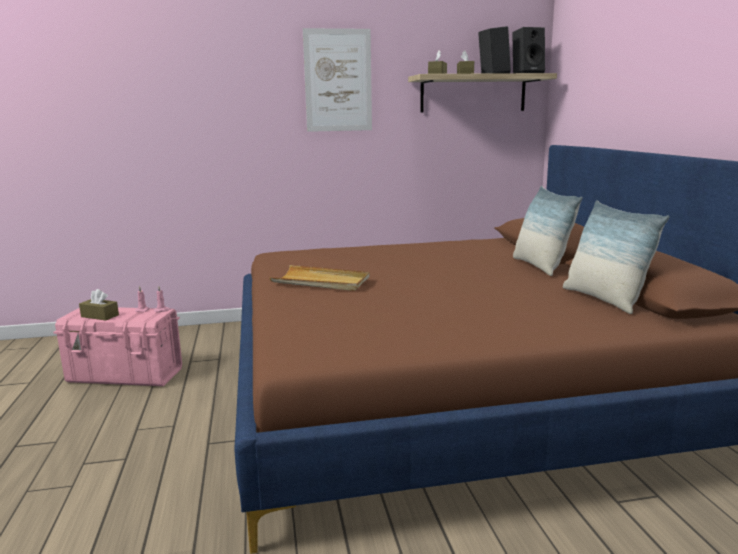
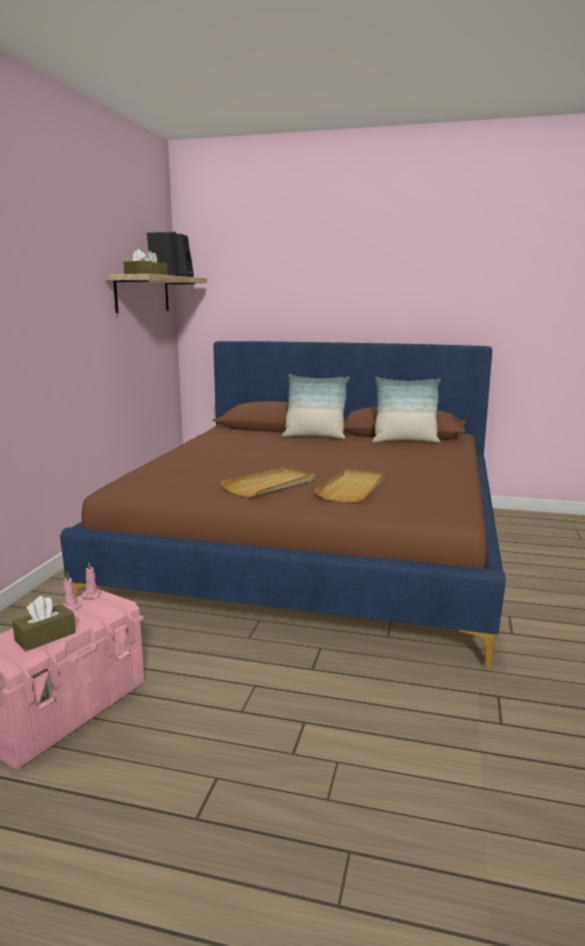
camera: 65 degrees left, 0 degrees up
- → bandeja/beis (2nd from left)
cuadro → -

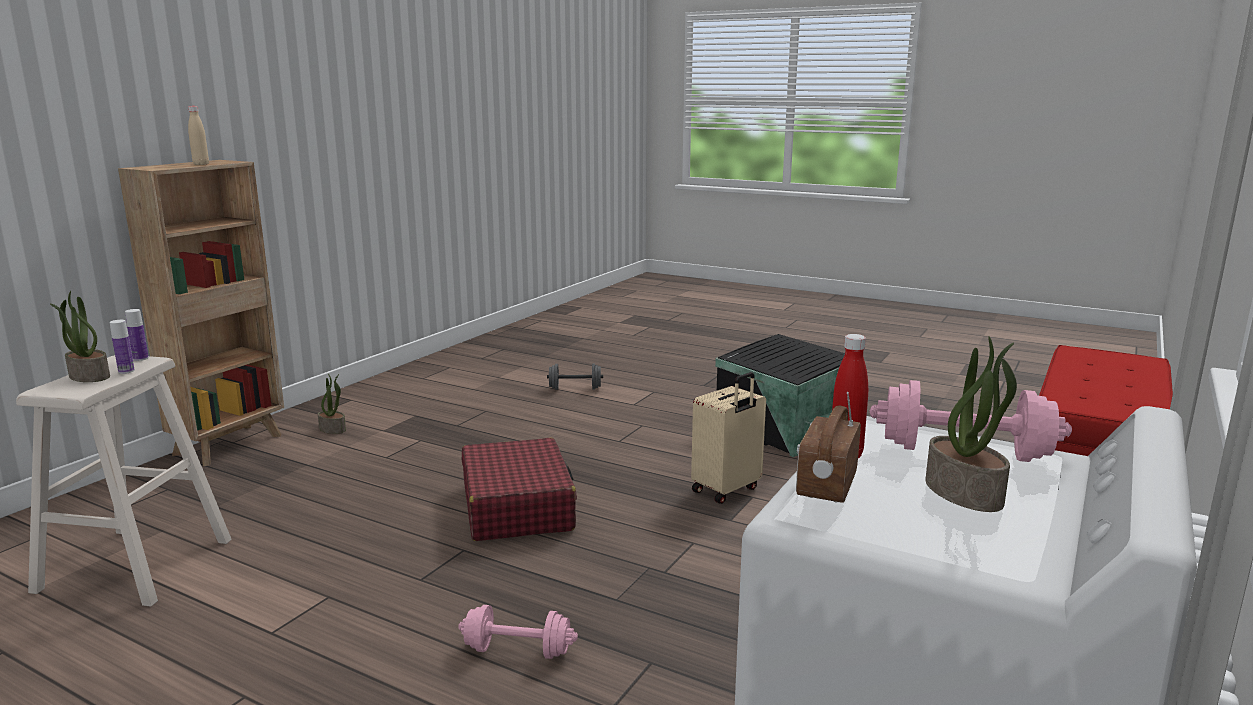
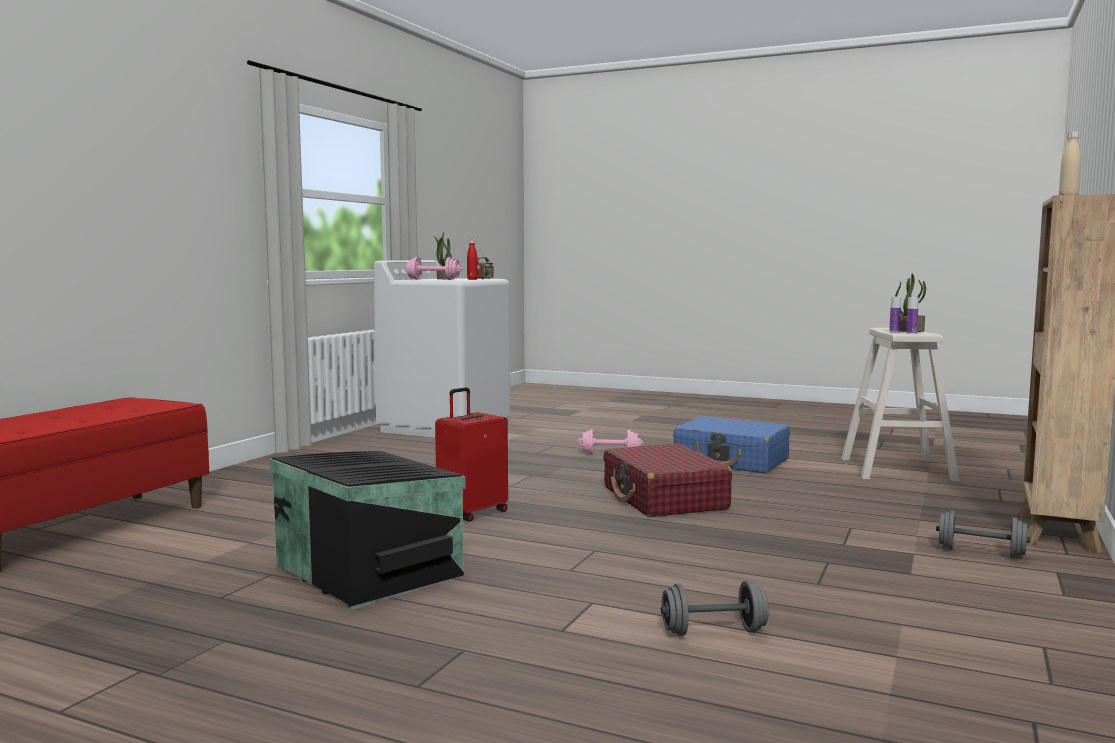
camera: 175 degrees right, 10 degrees down
maleta/beis → maleta/rojo (1st from left)
- → maleta/azul
planta en maceta (2nd from left) → mancuerna/gris (2nd from left)

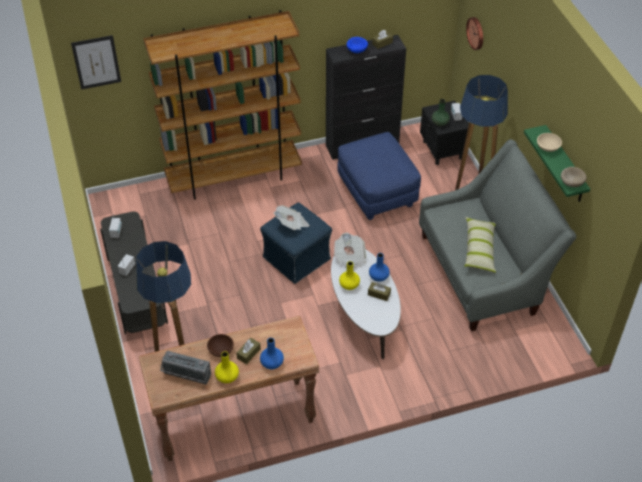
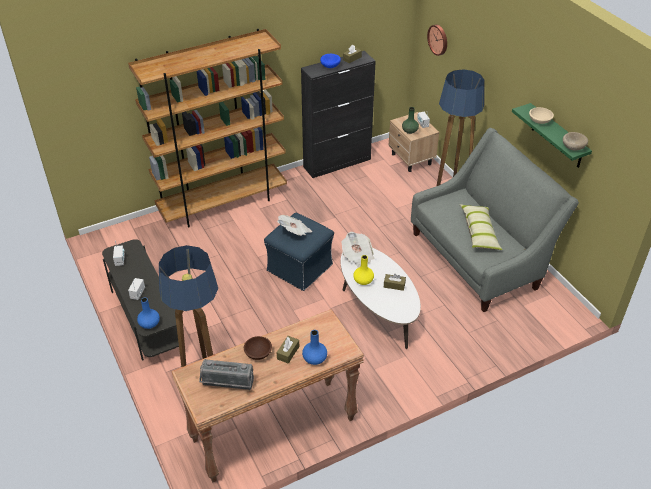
camera: 10 degrees left, 5 degrees down
florero/azul (2nd from left in the first image) → florero/azul (1st from left), move
mesita de noche/negro → mesita de noche/beis
cuadro → -
florero/amarillo (1st from left) → -
puf/azul (2nd from left) → -

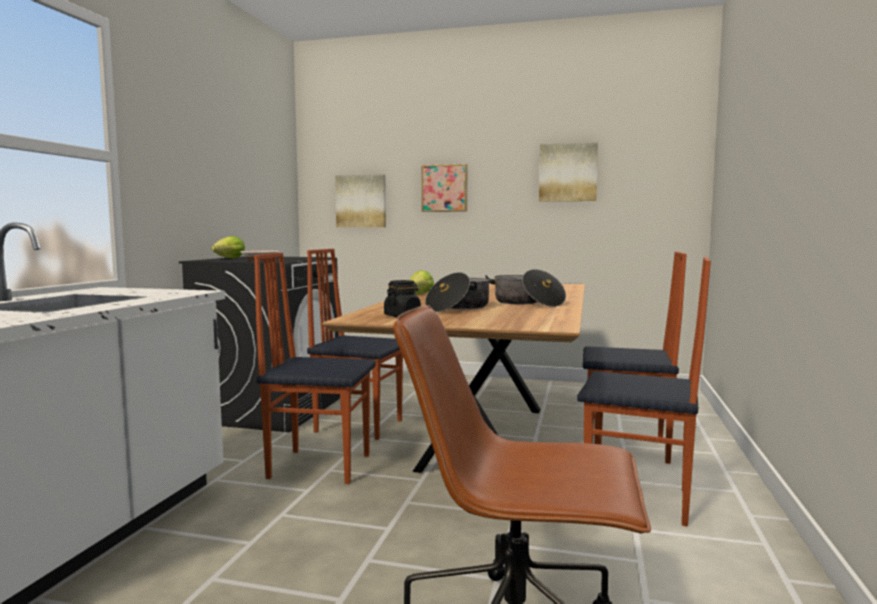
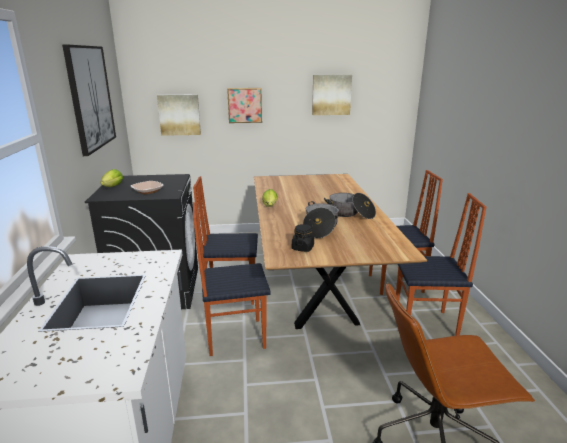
camera: 20 degrees left, 15 degrees up
- → cuadro (1st from left)

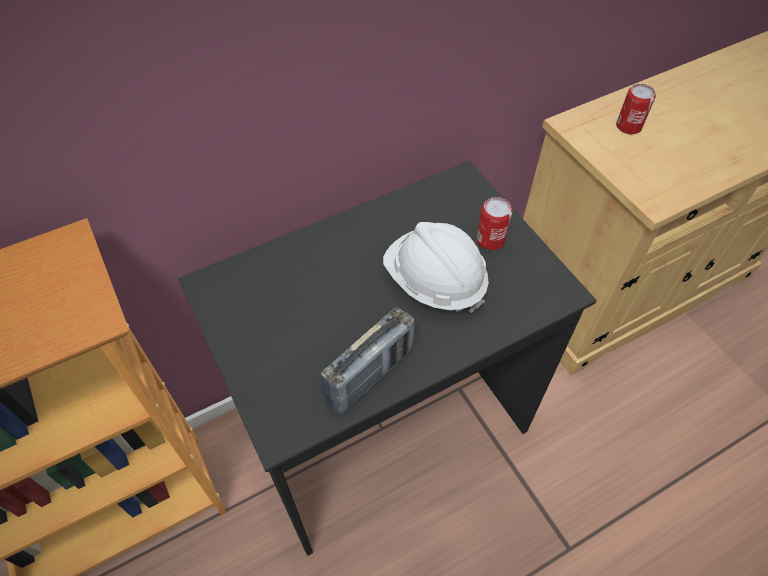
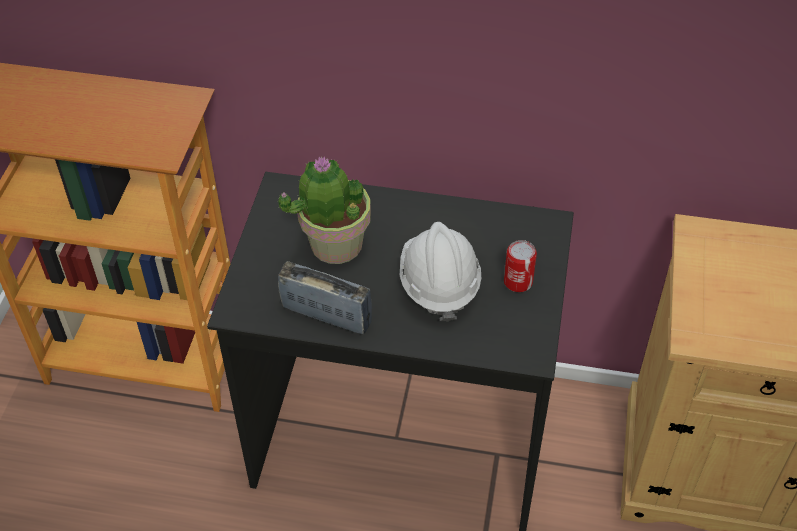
camera: 40 degrees right, 5 degrees down
- → planta en maceta
radio, 150 degrees counterclockwise
lata (2nd from left) → -

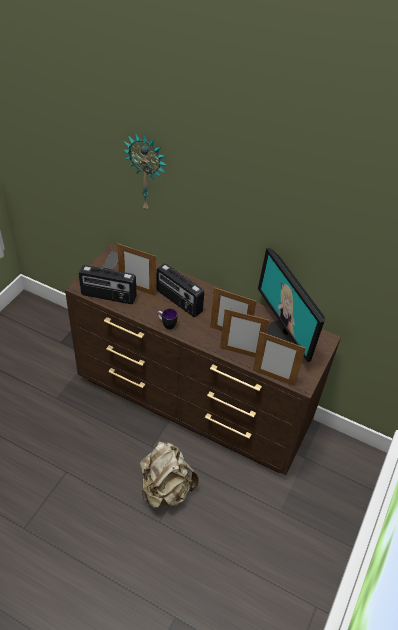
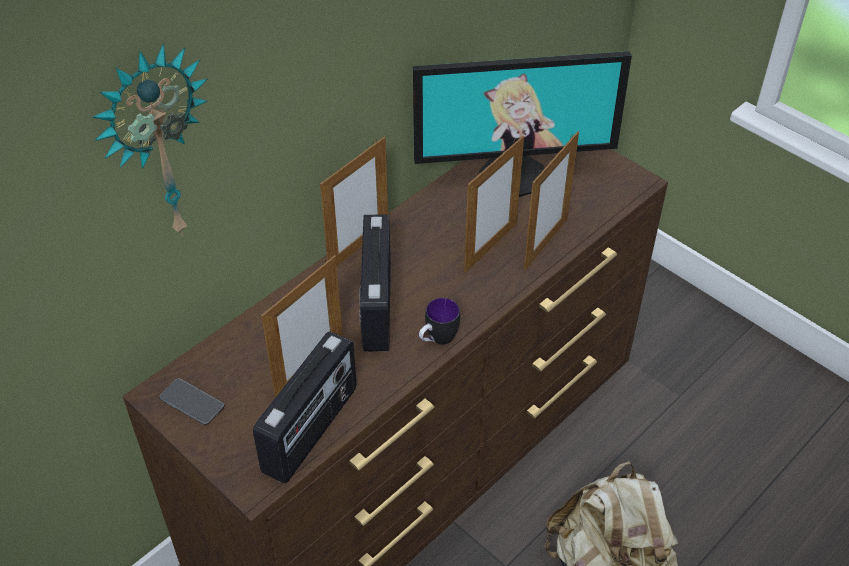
camera: 70 degrees left, 0 degrees up
portarretratos (4th from left in the first image) → portarretratos (2nd from left), move
radio (2nd from left), 120 degrees clockwise

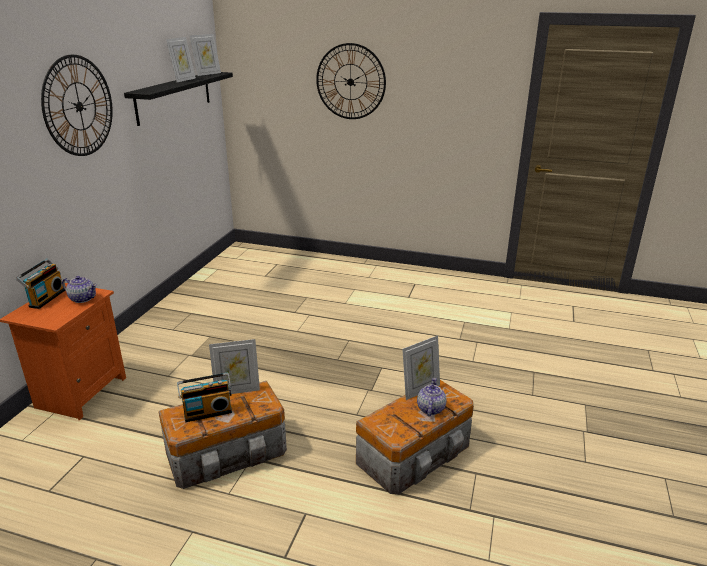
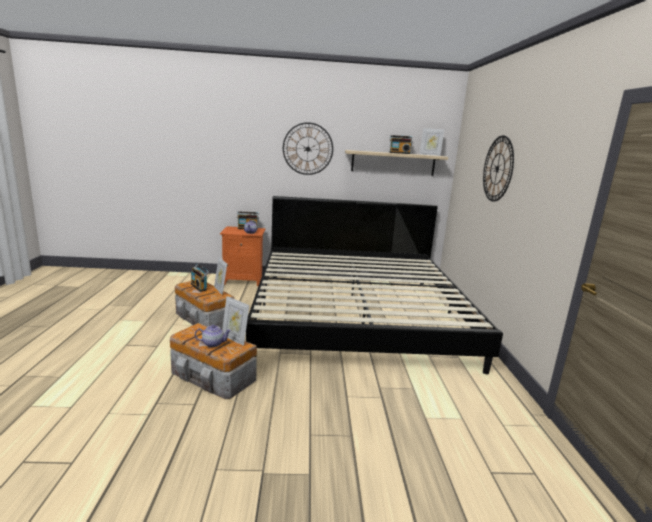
camera: 70 degrees right, 10 degrees down
- → cama
estante/negro → estante/beis
portarretratos (1st from left) → radio (3rd from left)

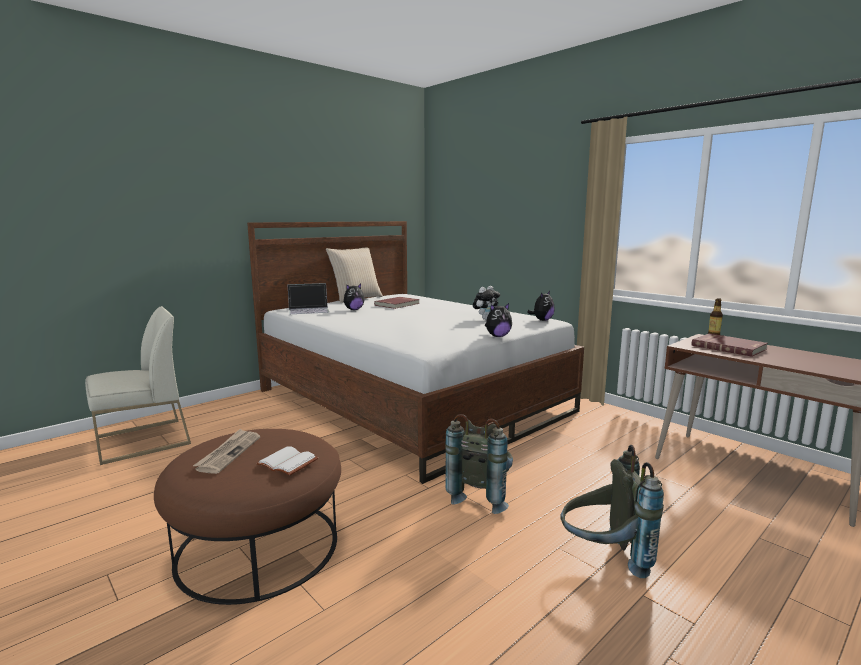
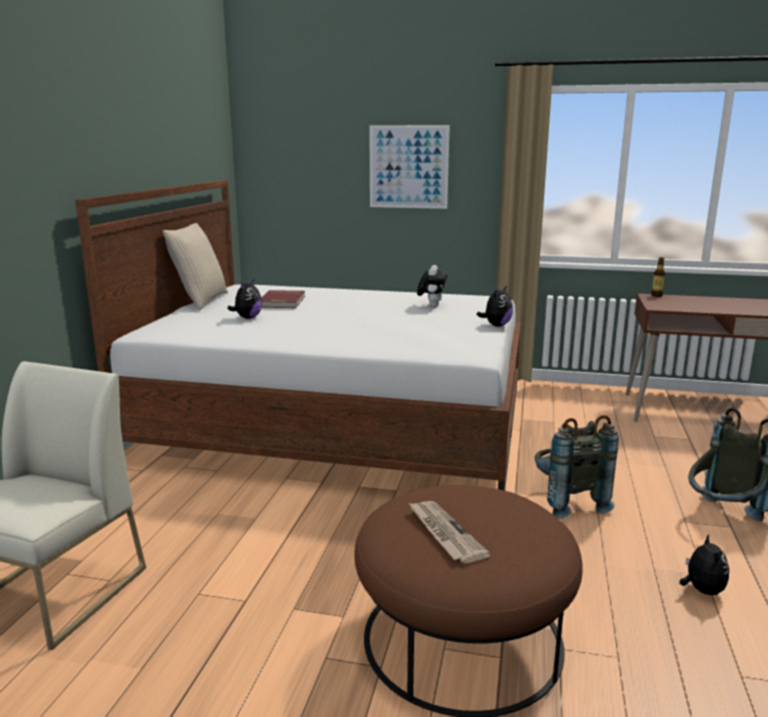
camera: 35 degrees left, 5 degrees up
- → cuadro
peluche (4th from left), move
libro/blanco → -
portátil → -
libro/rojo (2nd from left) → -

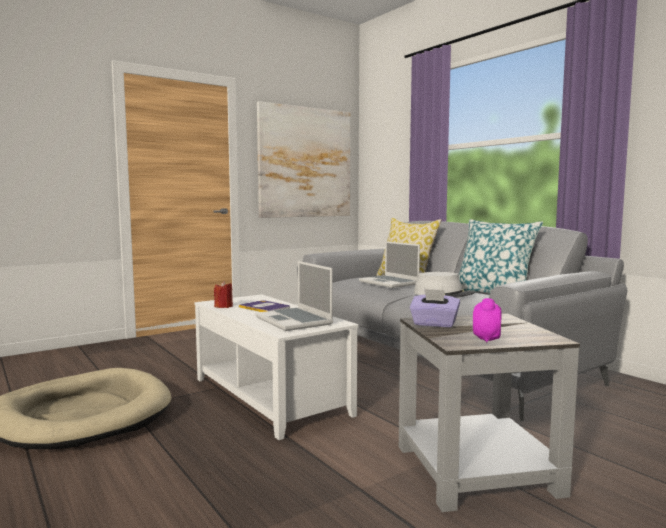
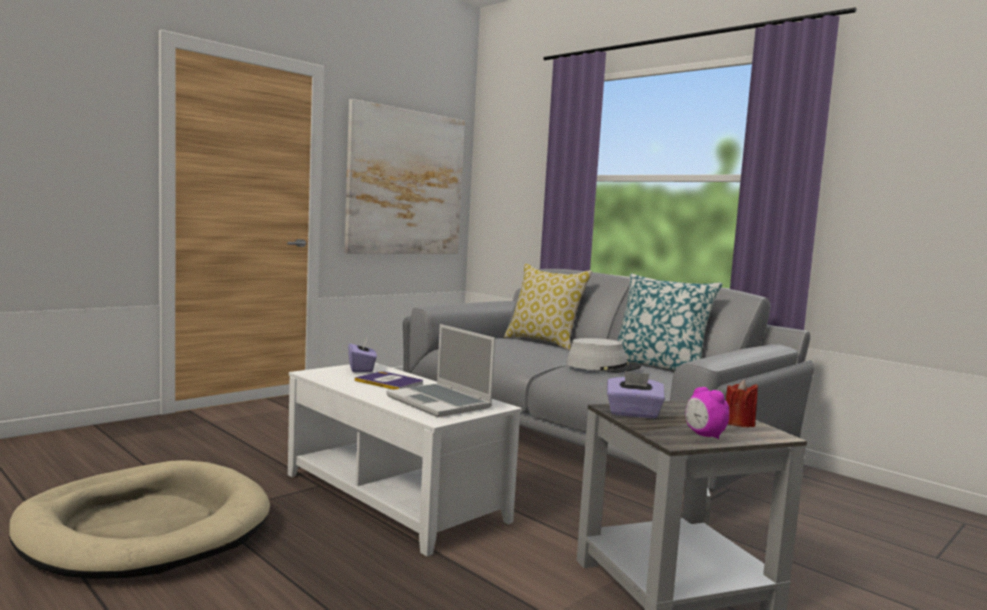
camera: 10 degrees left, 0 degrees up
- → caja de pañuelos/morado (1st from left)
despertador, 45 degrees counterclockwise
vela/rojo, move
portátil (2nd from left) → -

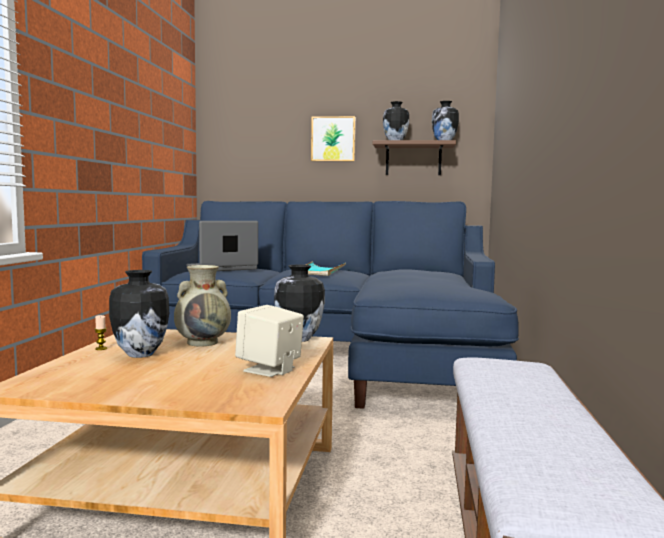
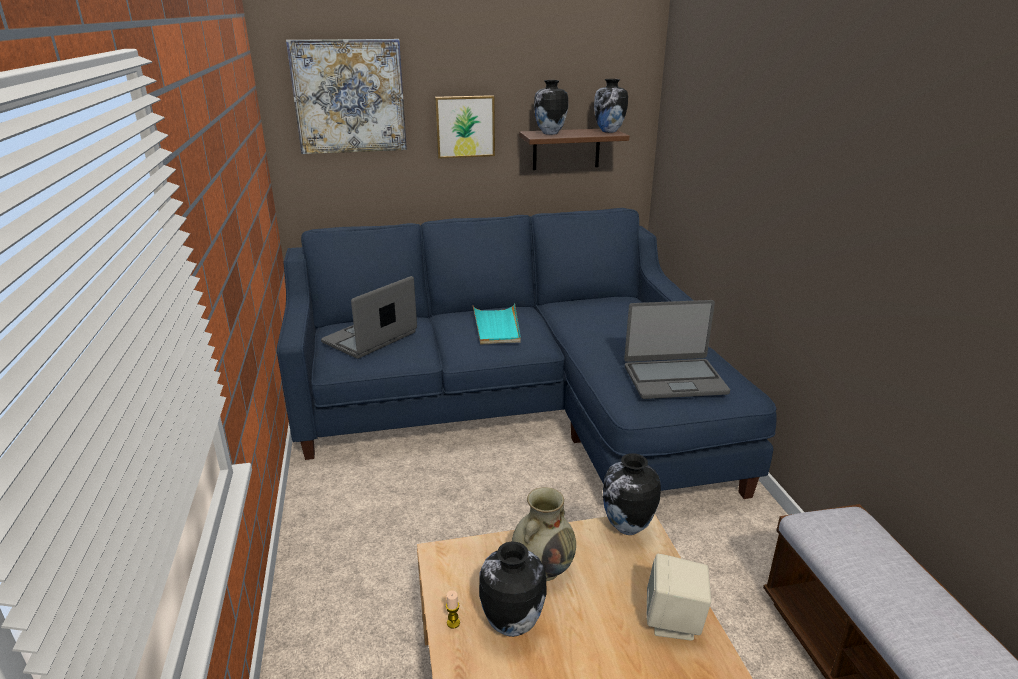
camera: 20 degrees left, 20 degrees up
- → cuadro (1st from left)
- → portátil (2nd from left)

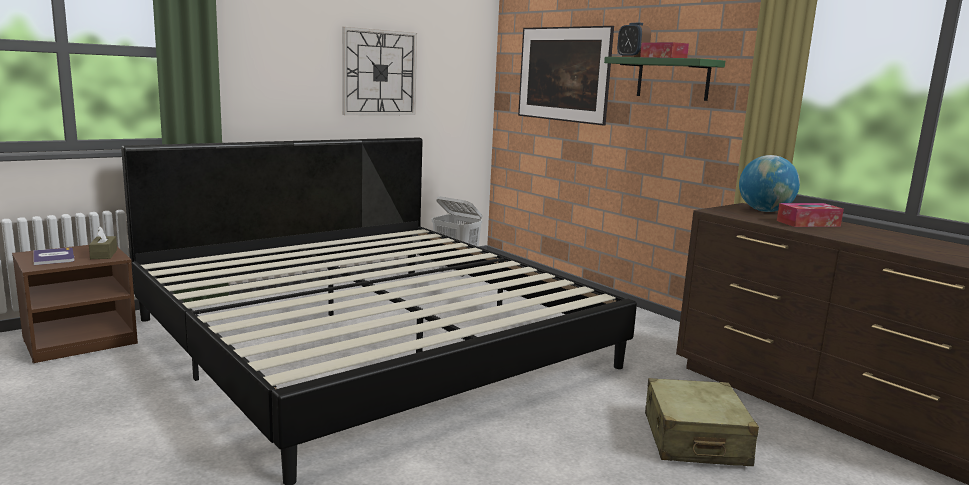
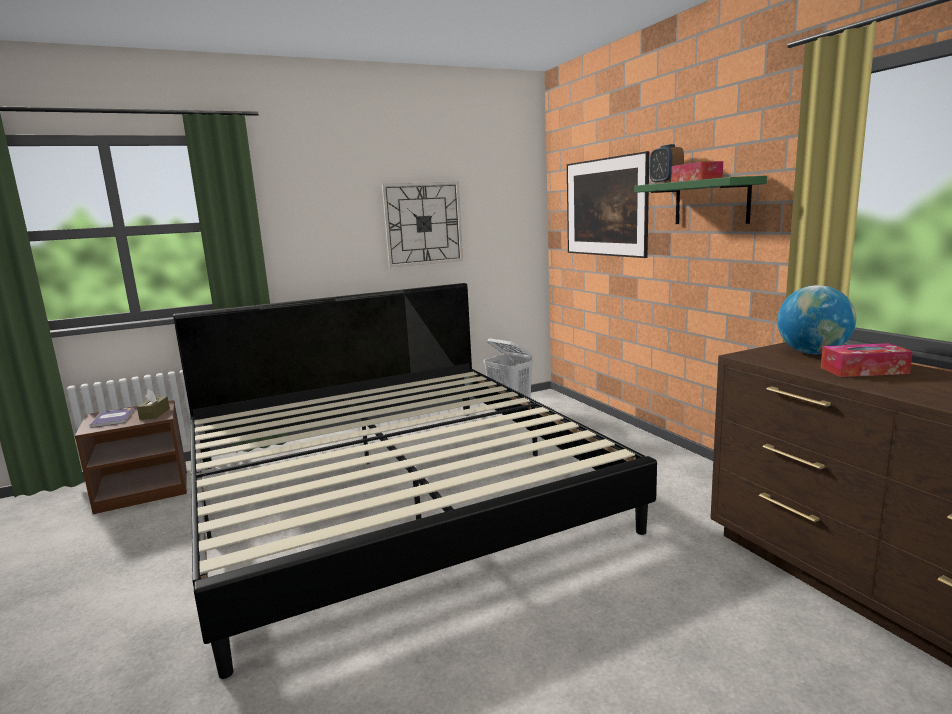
camera: 15 degrees right, 0 degrees up
maleta/beis → -

